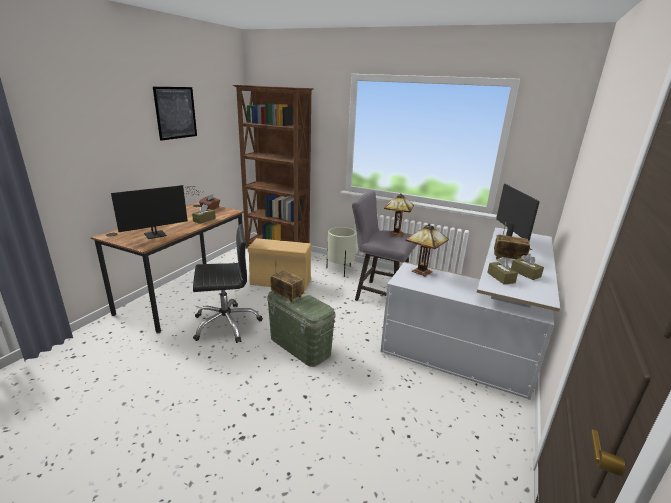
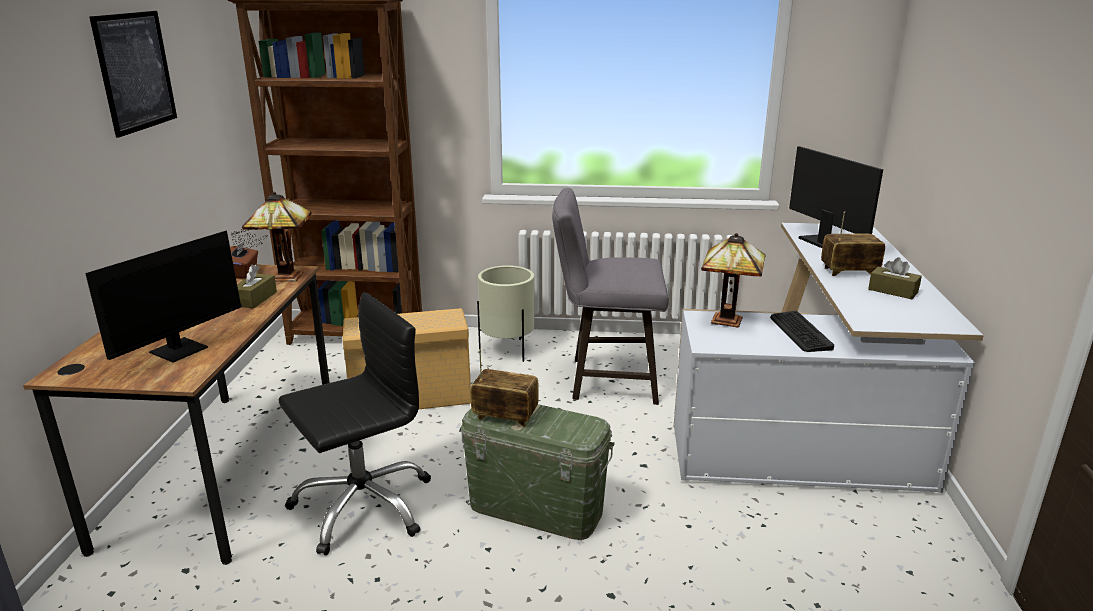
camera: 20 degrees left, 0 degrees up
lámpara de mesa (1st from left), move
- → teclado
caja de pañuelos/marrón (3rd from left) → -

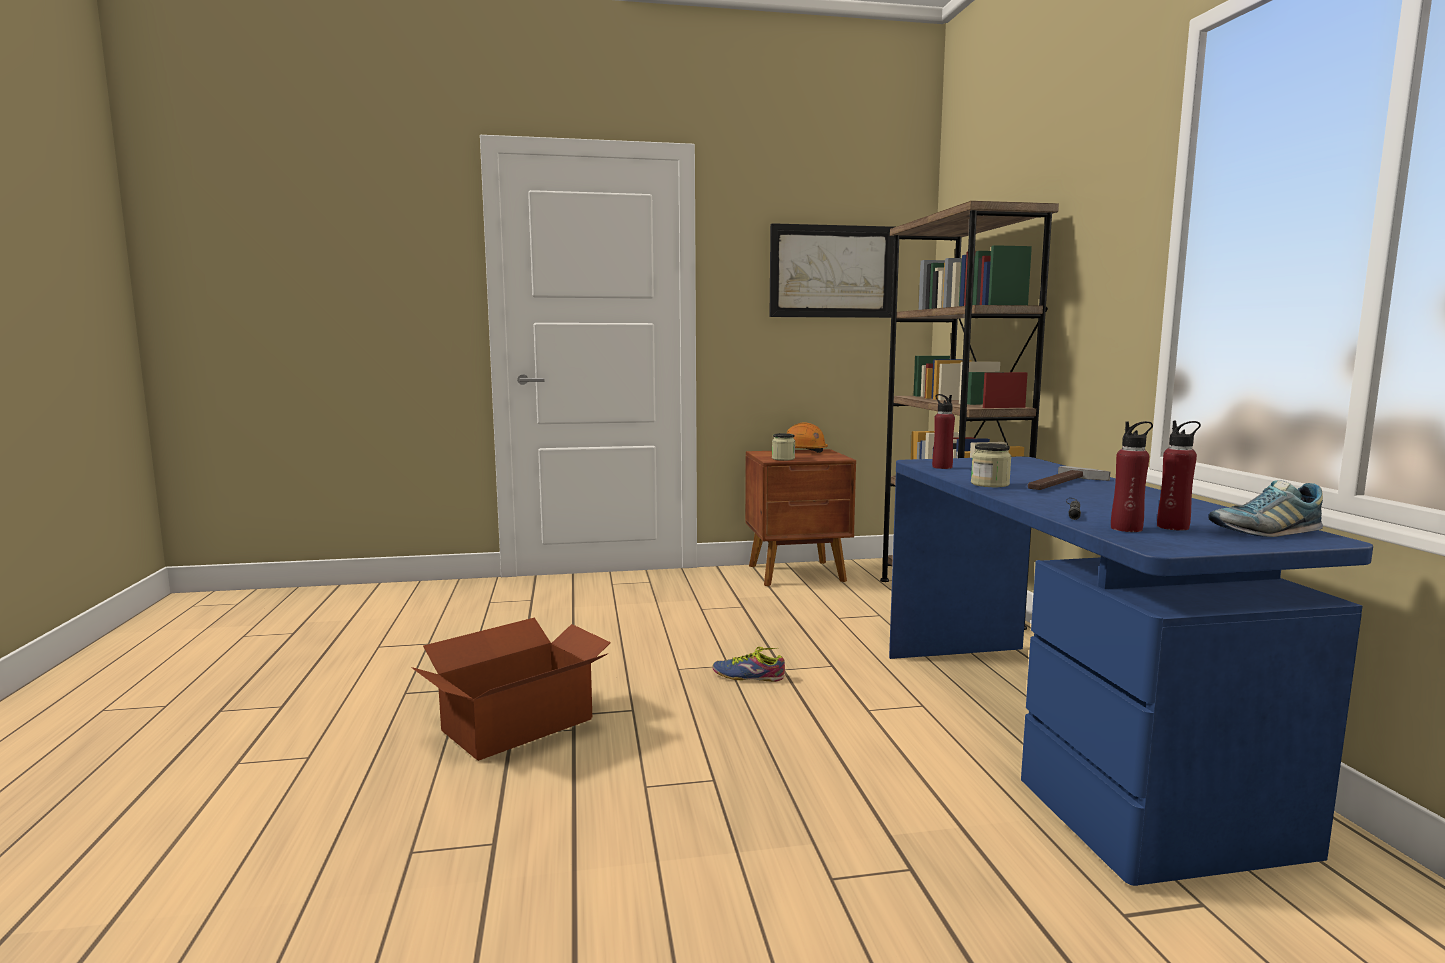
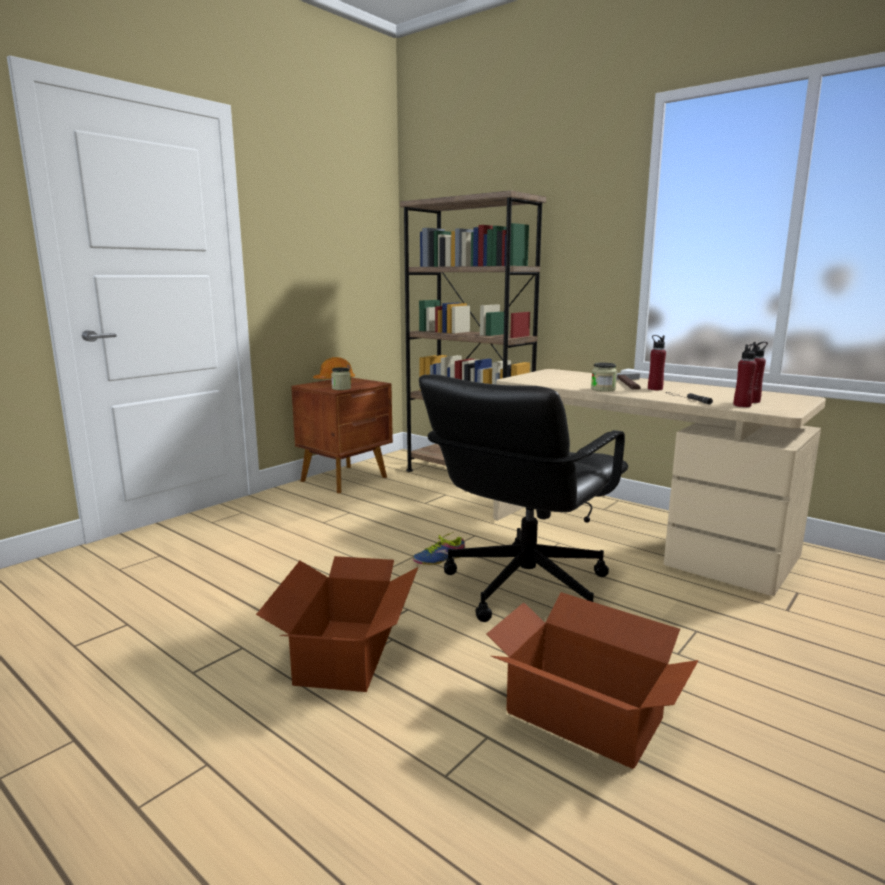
camera: 40 degrees left, 5 degrees up
- → silla de oficina/negro
- → caja de cartón (2nd from left)
escritorio/azul → escritorio/beis
botella/rojo (1st from left), move
cuadro → -
zapato (2nd from left) → -

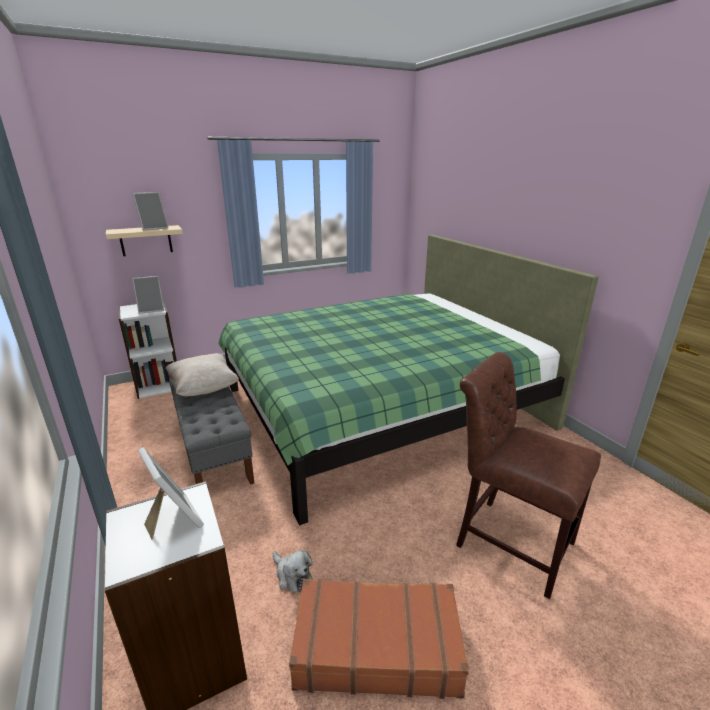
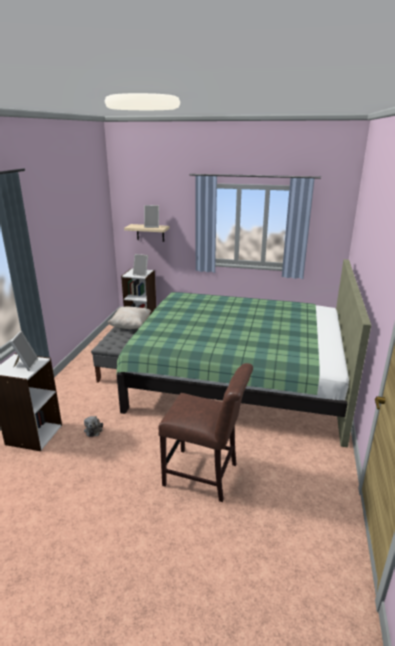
camera: 40 degrees right, 0 degrees up
silla/marrón, 120 degrees clockwise
maleta/marrón → -

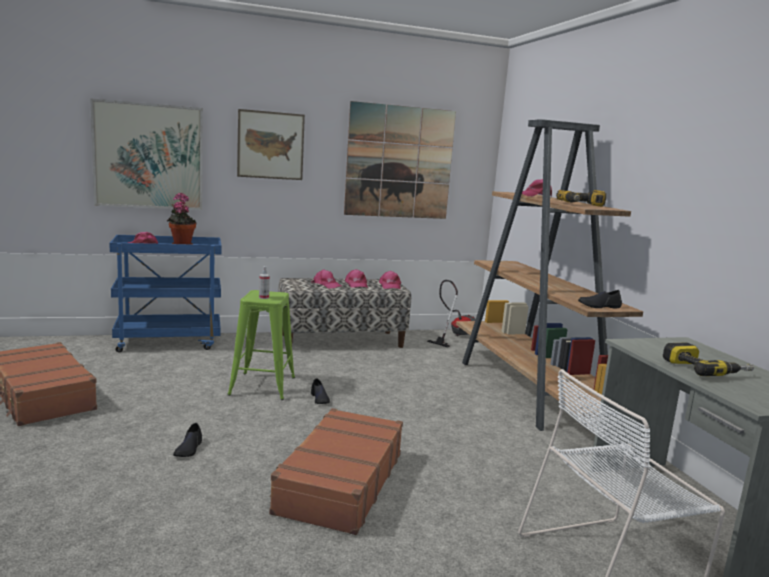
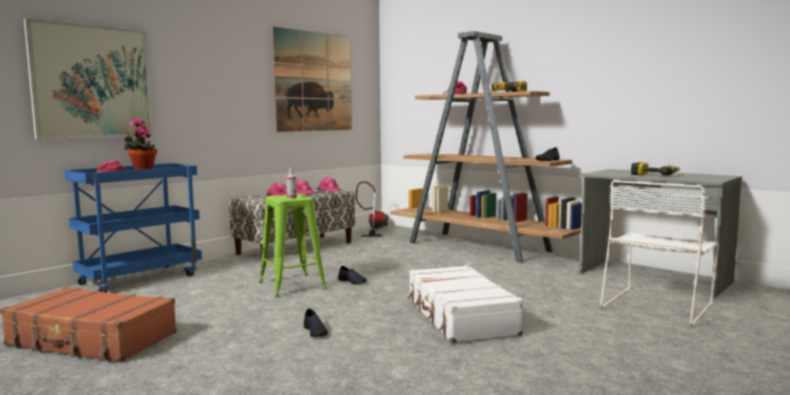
camera: 30 degrees left, 5 degrees down
maleta/marrón (2nd from left) → maleta/blanco
cuadro (2nd from left) → -

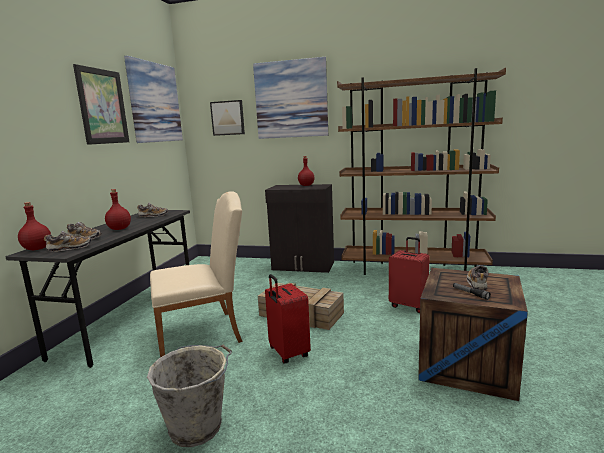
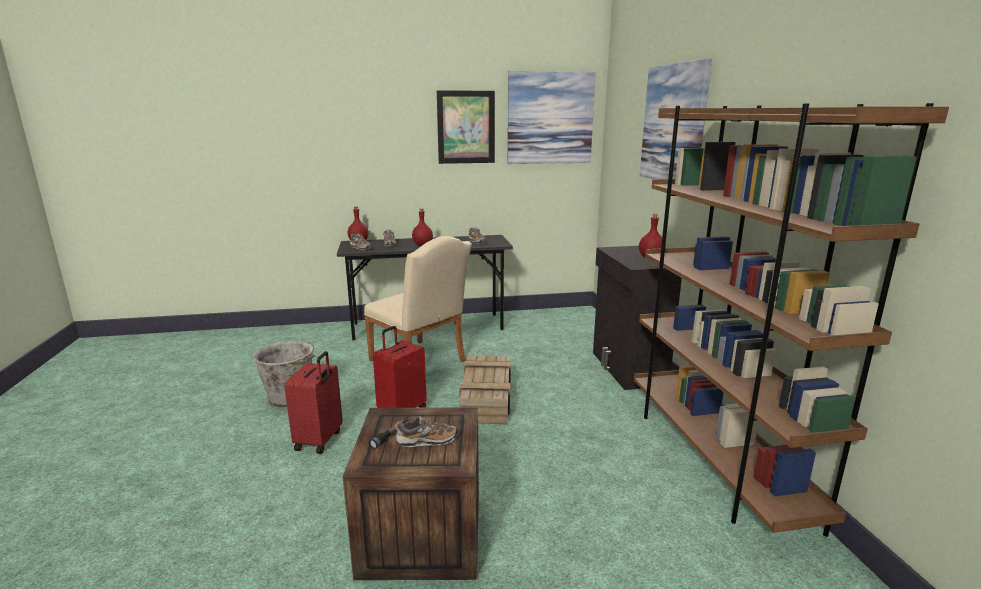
camera: 65 degrees right, 5 degrees up
maleta/rojo (2nd from left in the first image) → maleta/rojo (1st from left), move
cuadro (3rd from left) → -

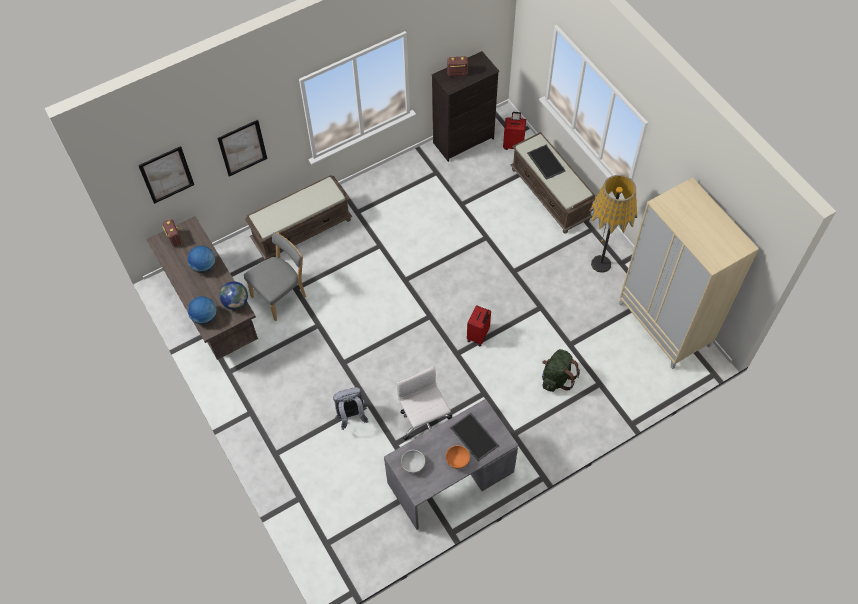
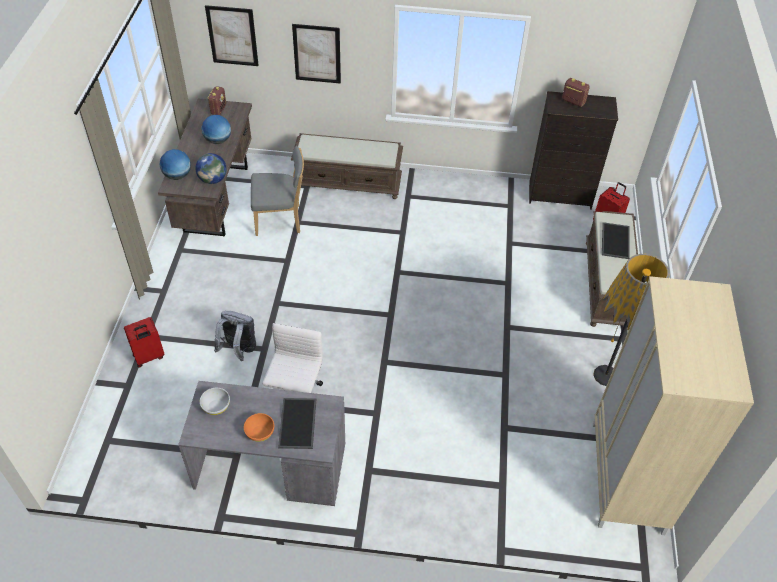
camera: 35 degrees right, 10 degrees down
maleta/rojo (1st from left), move
mochila/verde → -

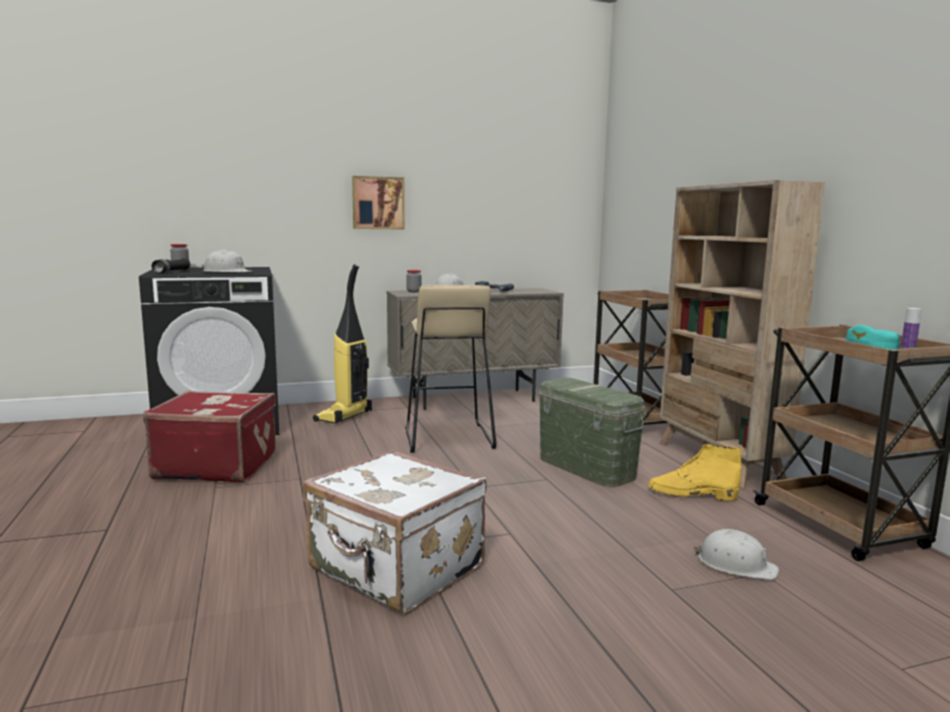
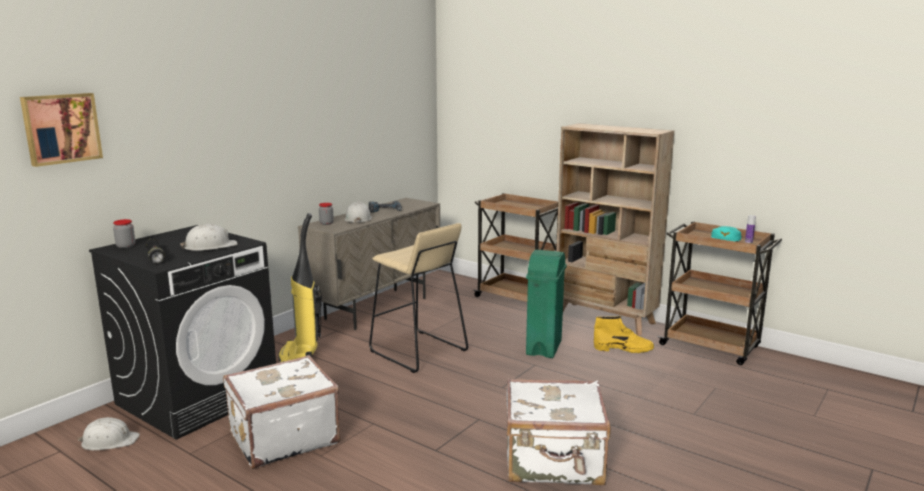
camera: 35 degrees left, 5 degrees up
cuadro, move
casco/blanco (3rd from left in the first image) → casco/blanco (1st from left), move
maleta/rojo → maleta/blanco (1st from left)
caja de almacenaje/verde → papelera/verde
bota/amarillo, 150 degrees counterclockwise

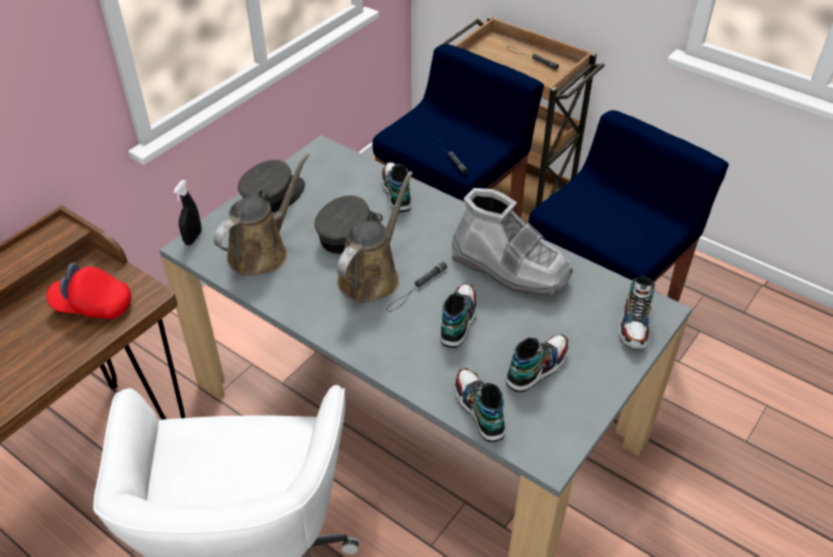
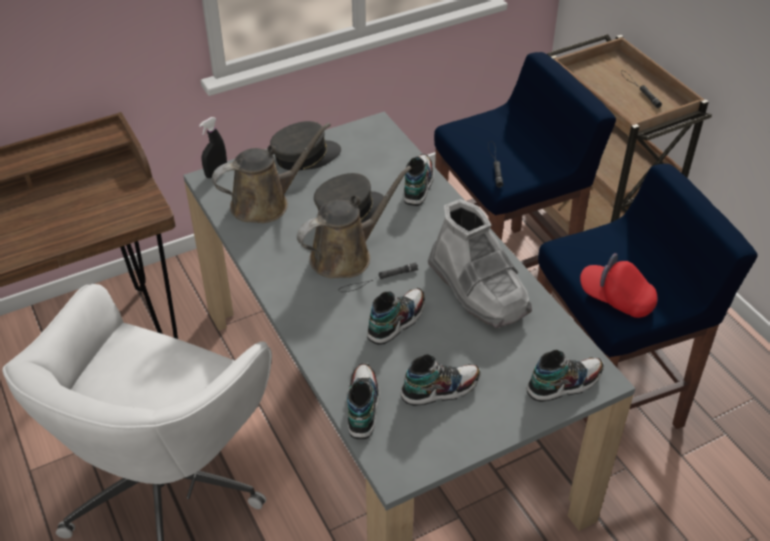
camera: 25 degrees right, 0 degrees up
zapato (5th from left), 150 degrees counterclockwise
gorra/rojo, move

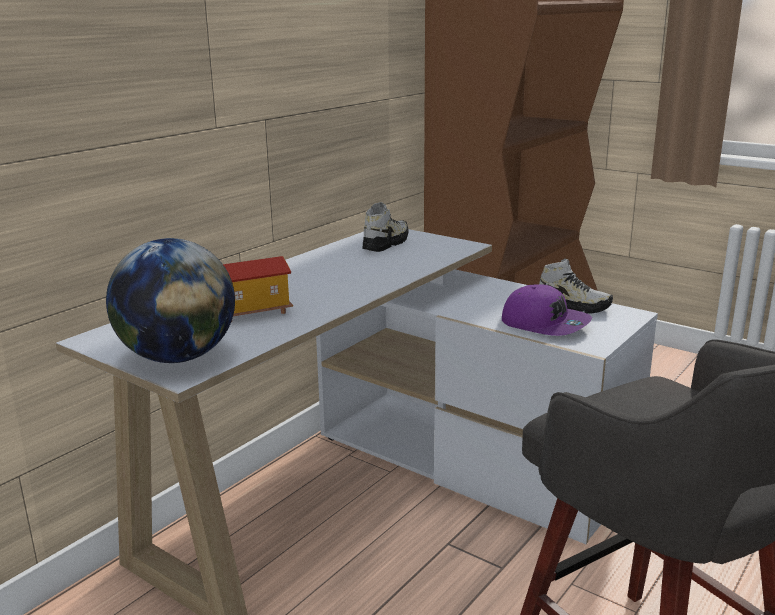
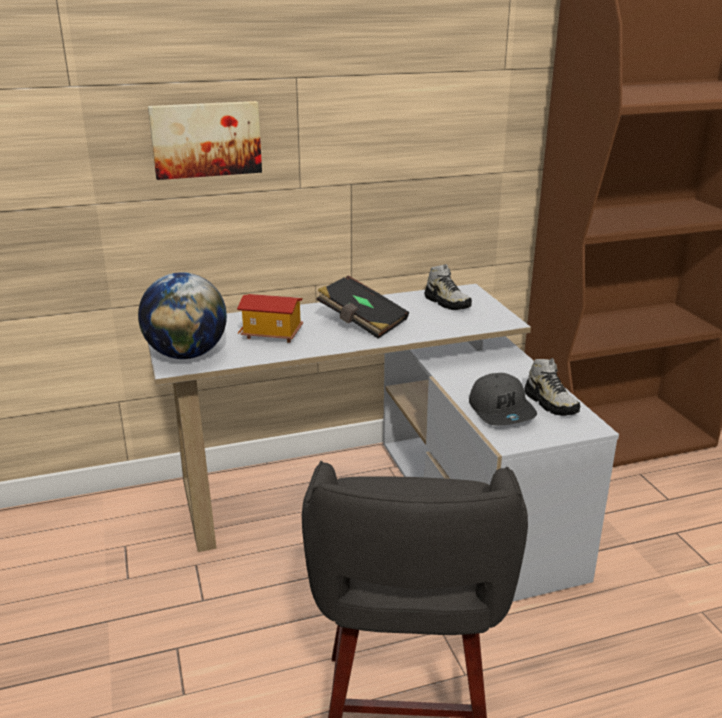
camera: 35 degrees right, 5 degrees up
- → cuadro
- → libro/negro
zapato (1st from left), 75 degrees clockwise
gorra/morado → gorra/gris

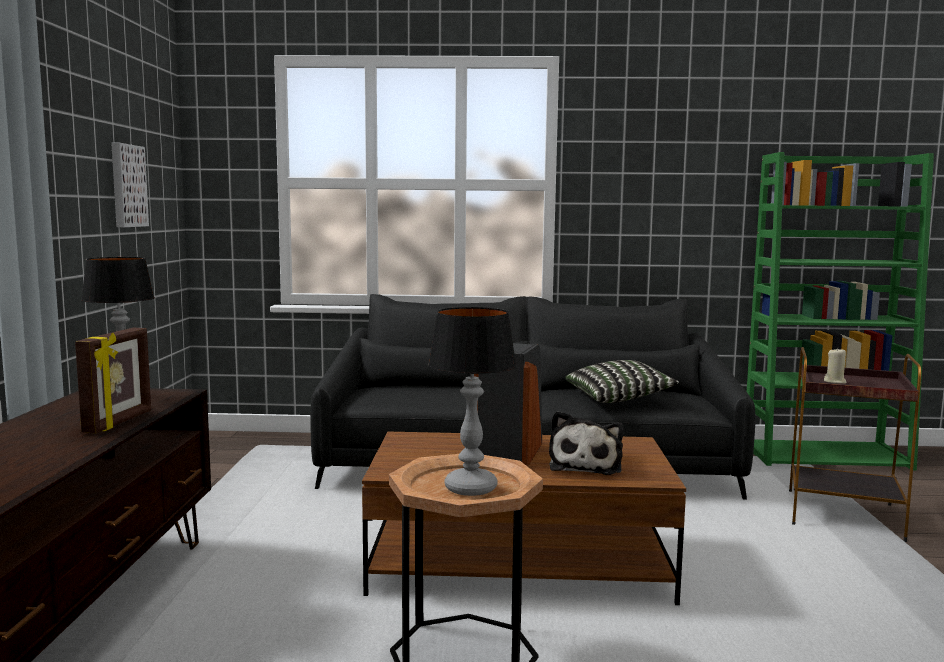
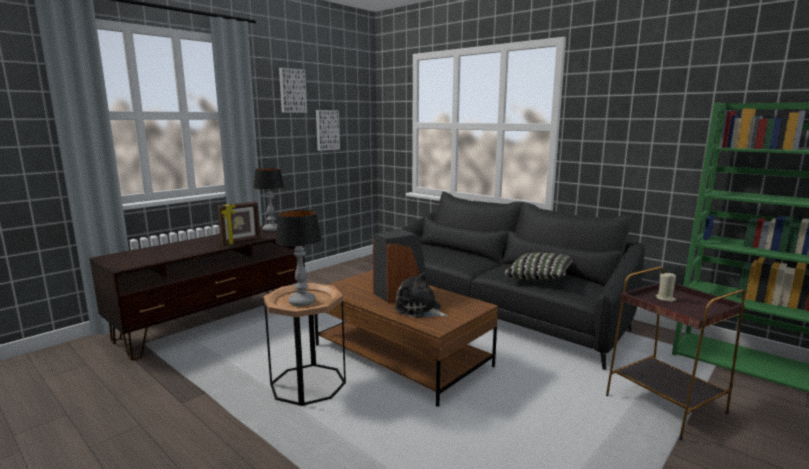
camera: 40 degrees right, 5 degrees up
- → cuadro (1st from left)
peluche, 75 degrees clockwise

